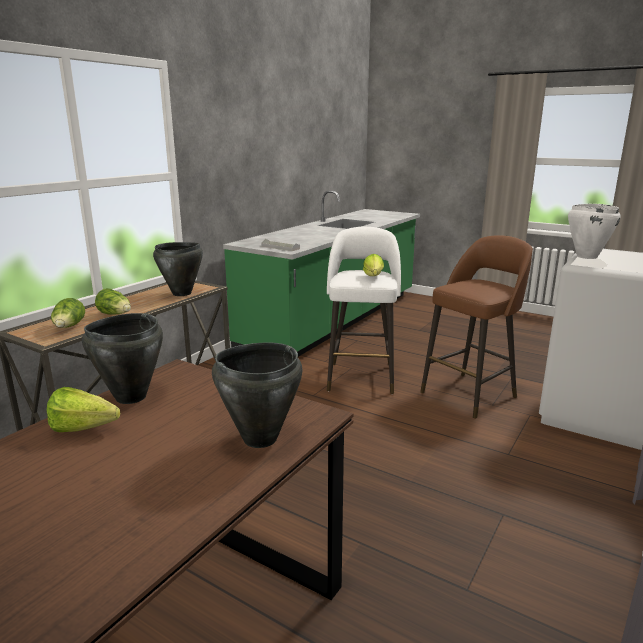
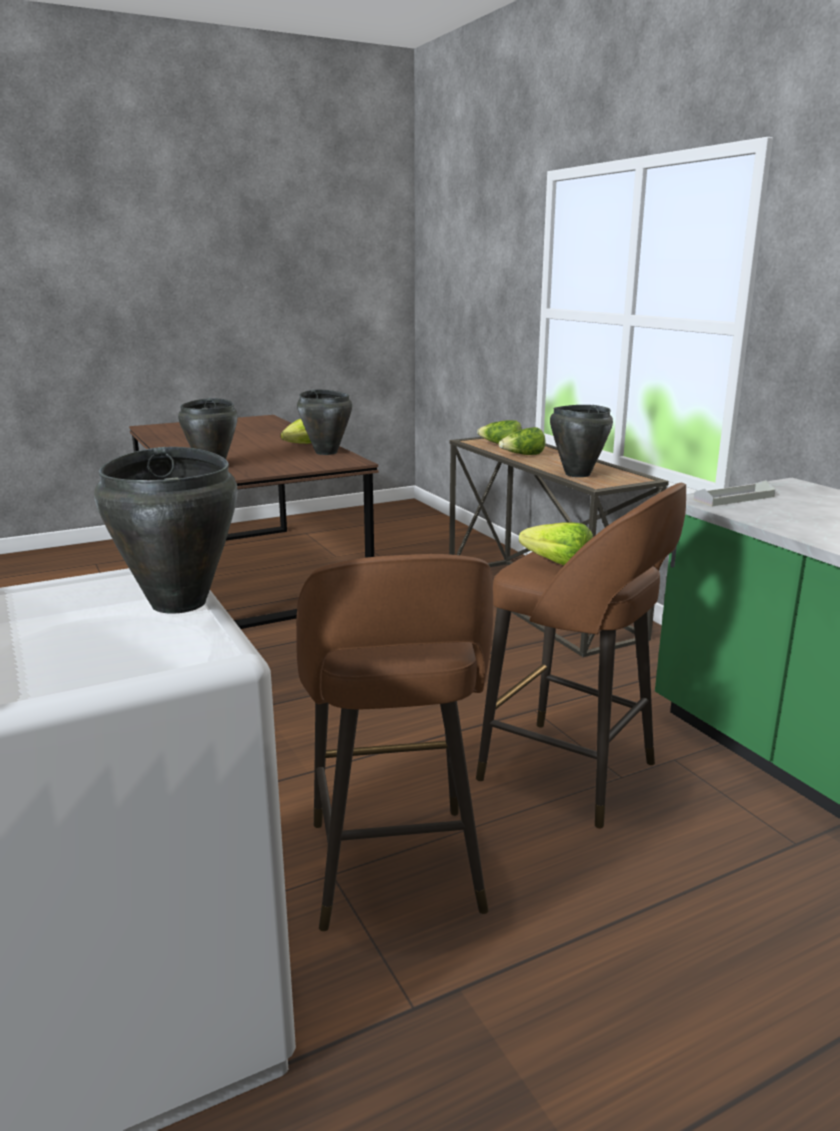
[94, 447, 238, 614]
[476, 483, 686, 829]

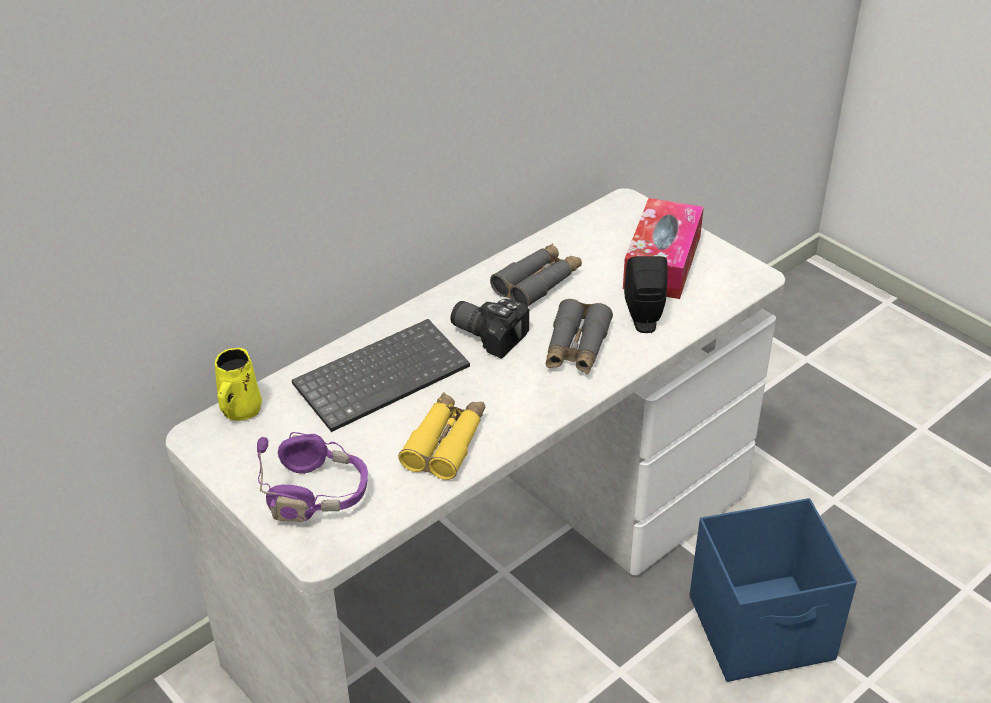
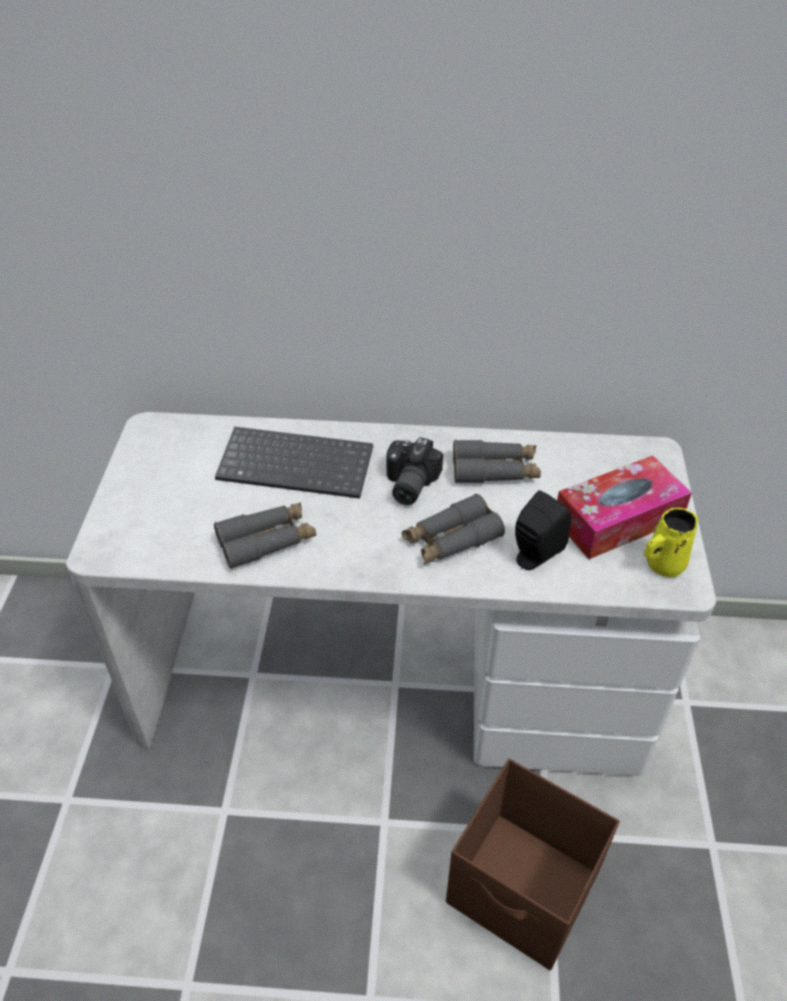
[387, 437, 443, 505]
[644, 508, 698, 577]
[214, 502, 316, 569]
[257, 432, 368, 522] (first image)
[446, 758, 620, 970]

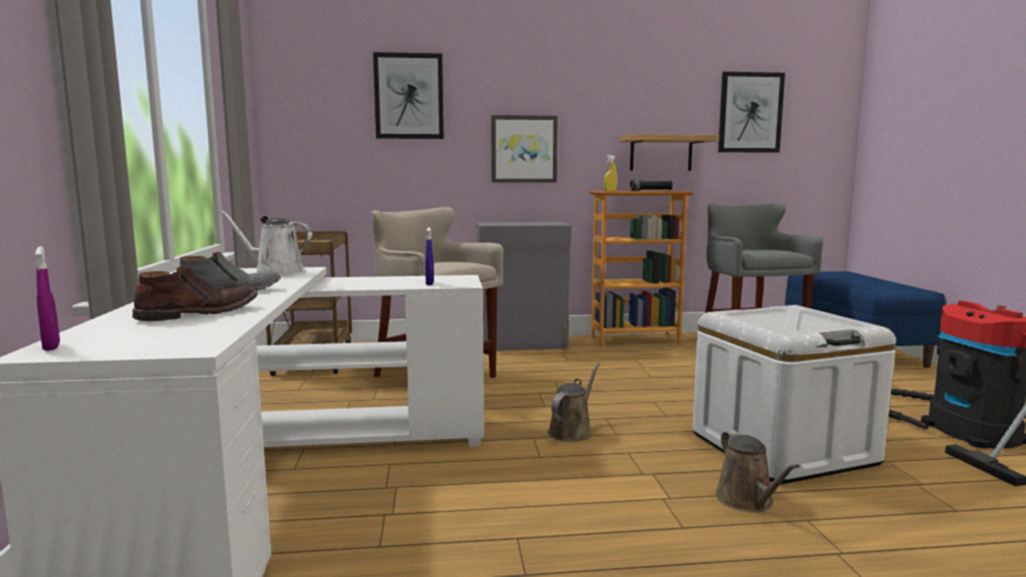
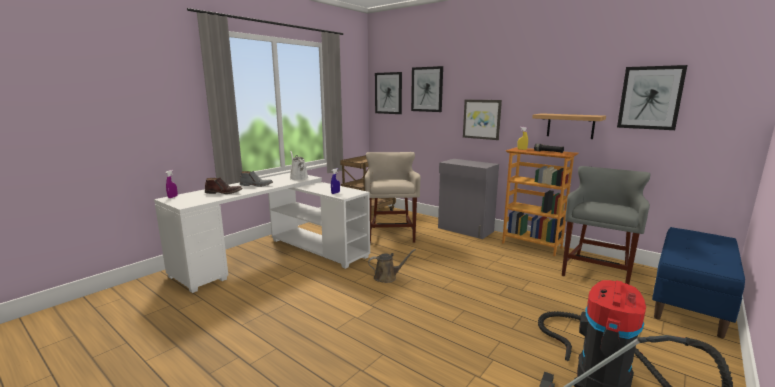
[693, 305, 896, 484] (first image)
[715, 430, 800, 512] (first image)
[375, 72, 402, 114]

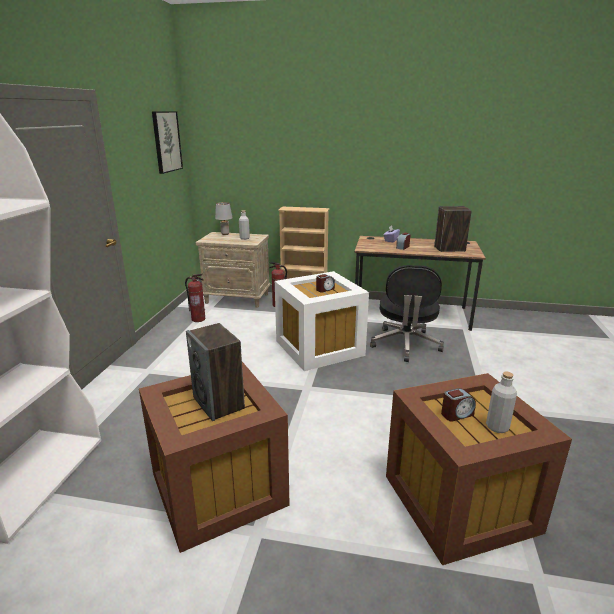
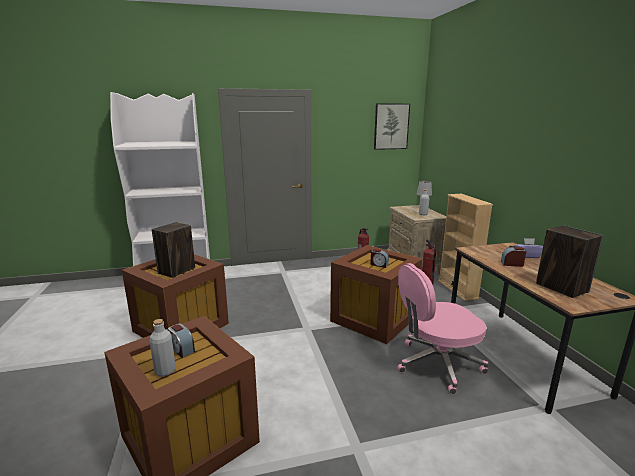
[398, 263, 489, 394]
[330, 245, 423, 344]

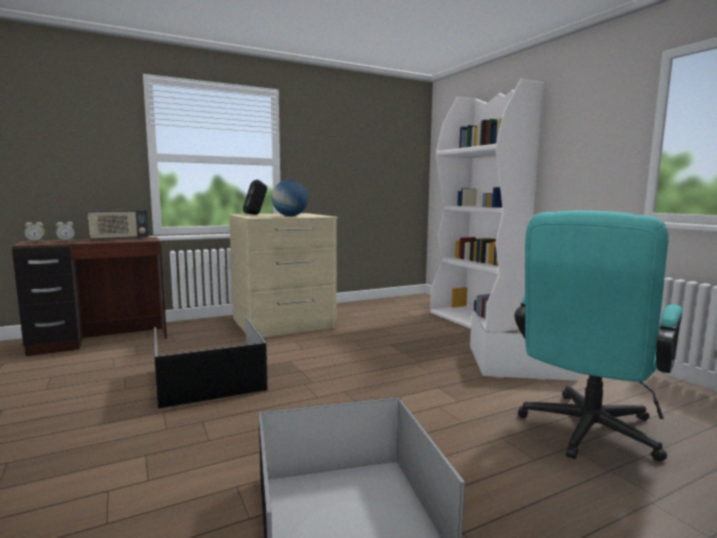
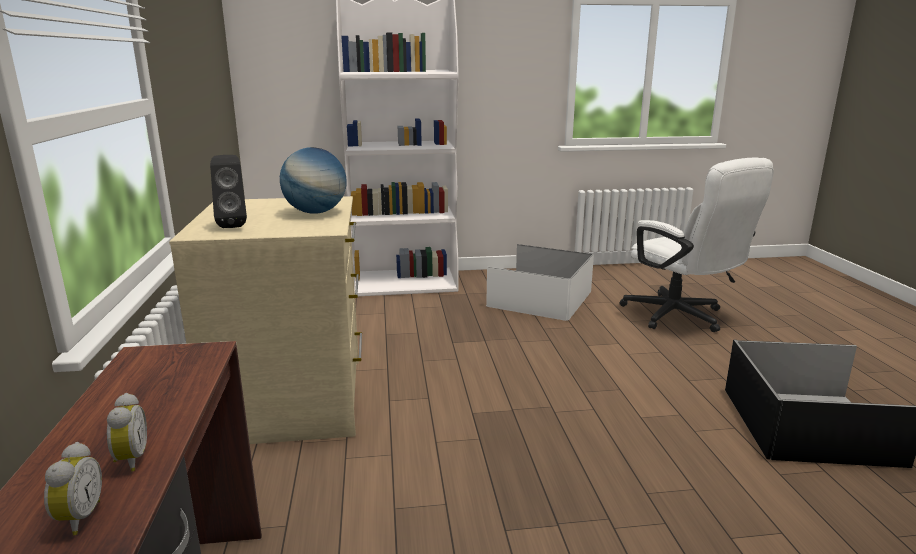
[87, 210, 149, 241] (first image)
[619, 158, 774, 332]
[154, 317, 267, 409] (first image)

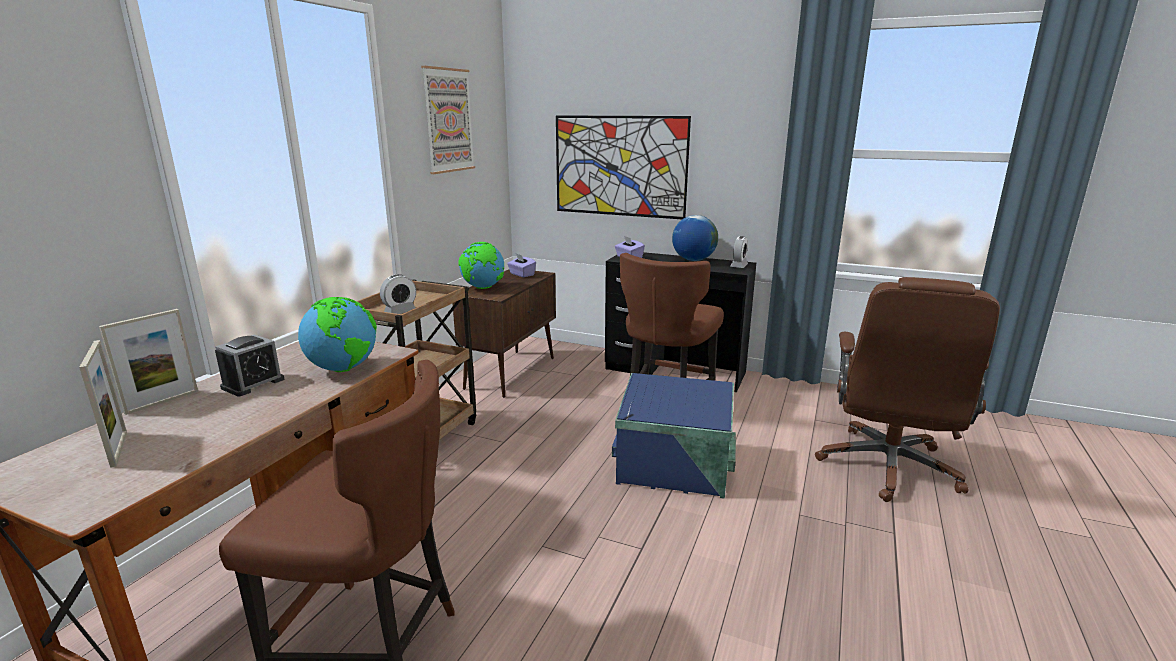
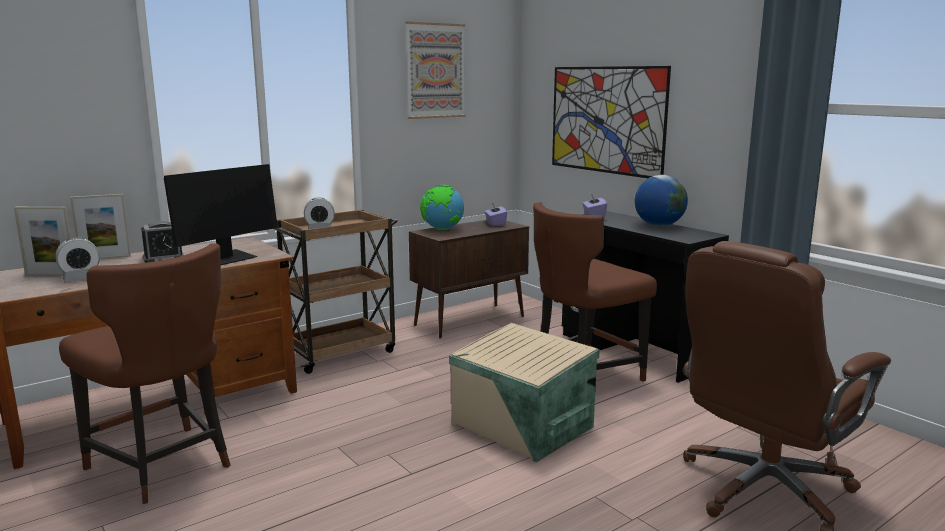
[55, 237, 100, 282]
[164, 164, 278, 265]
[14, 207, 71, 276]
[449, 323, 600, 462]

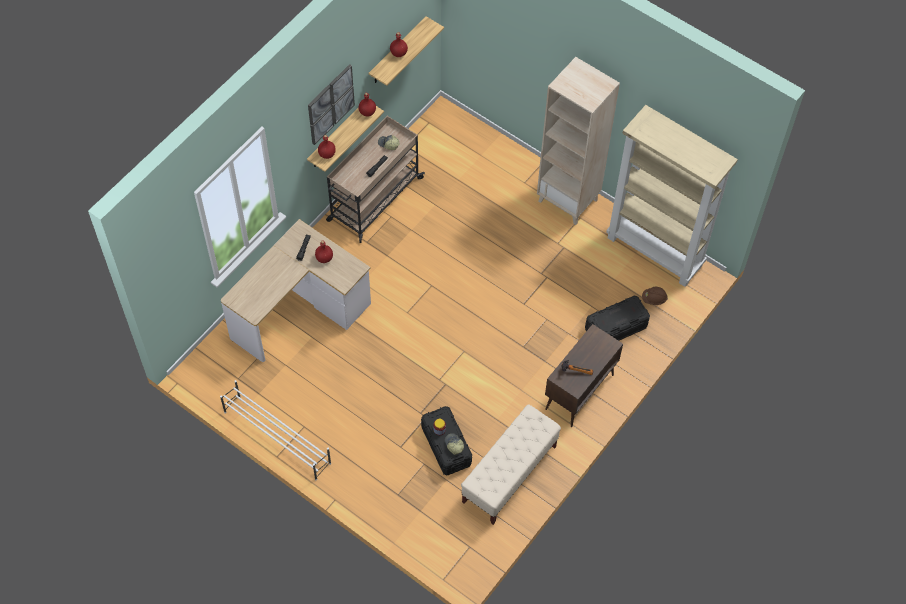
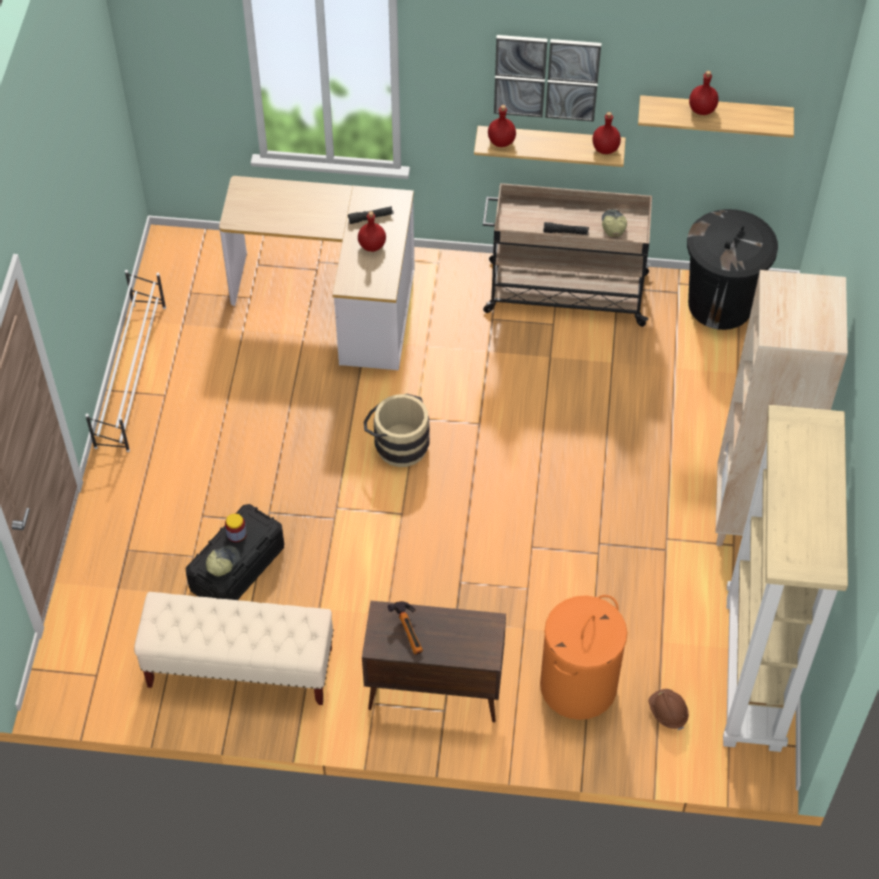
[540, 595, 627, 720]
[687, 209, 778, 330]
[364, 394, 430, 467]

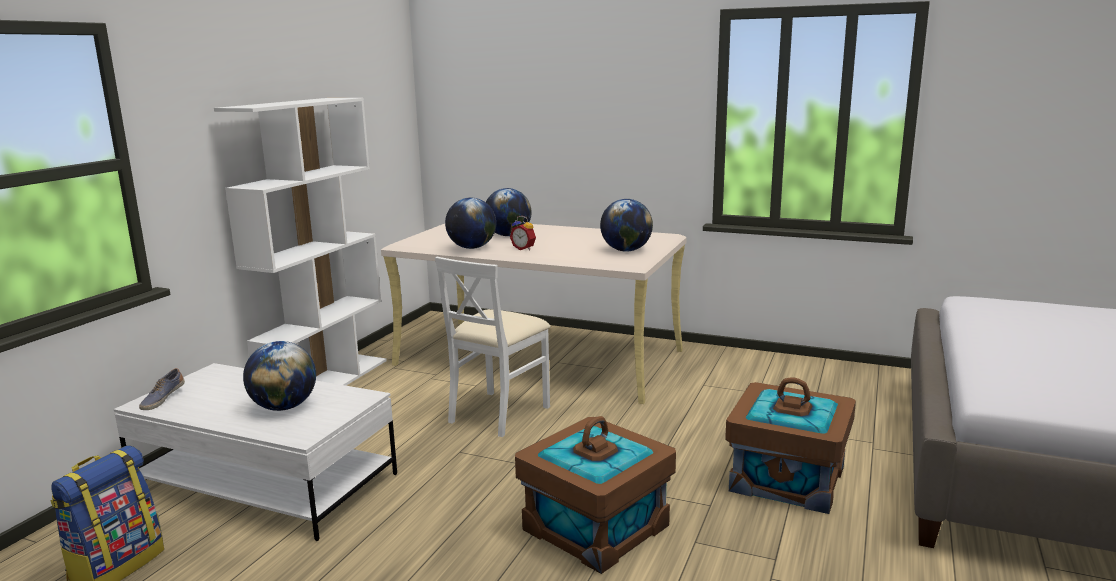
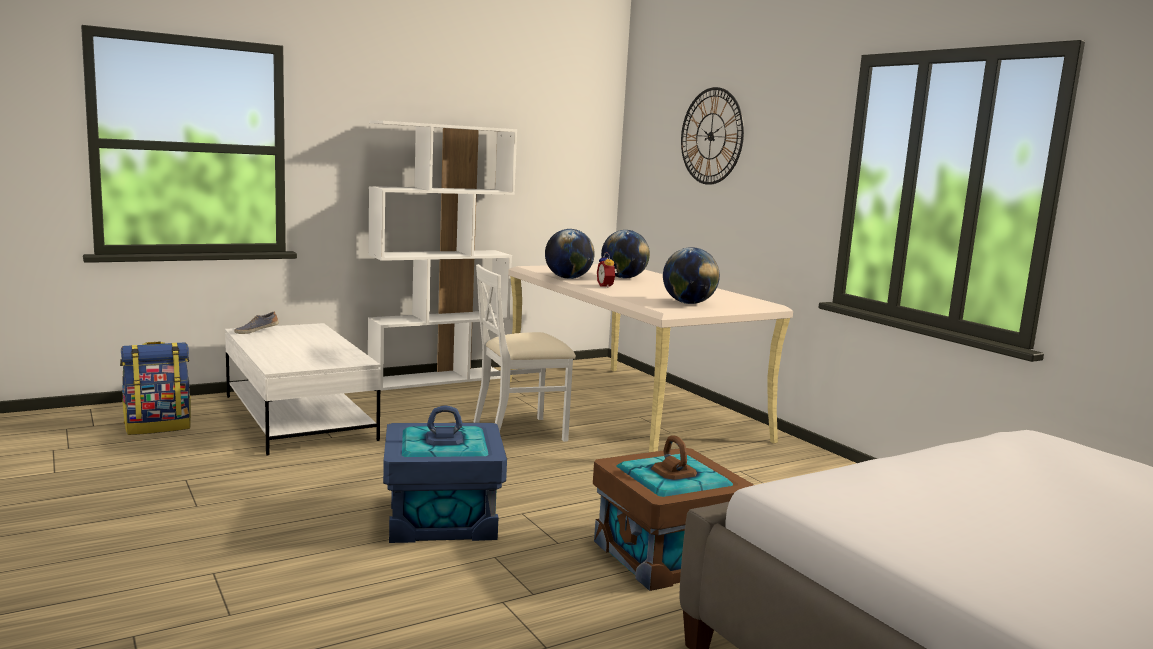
[243, 341, 316, 411] (first image)
[383, 406, 507, 543]
[681, 87, 744, 185]

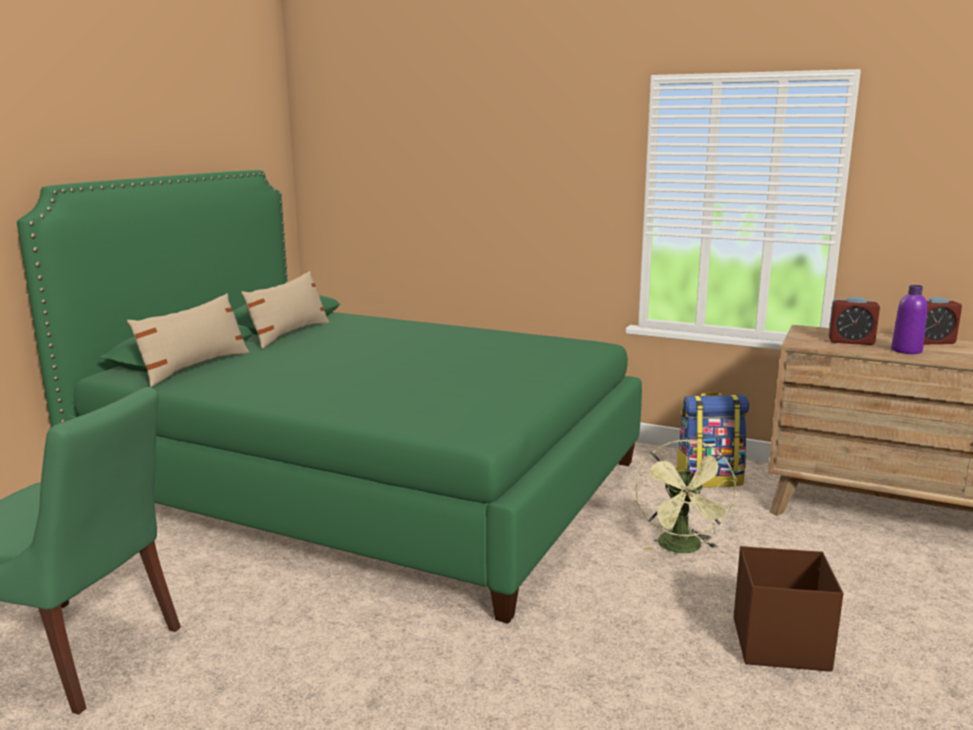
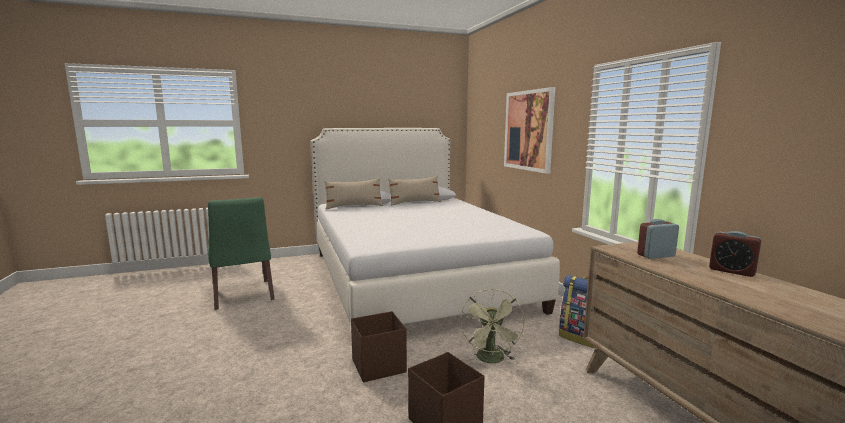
[311, 128, 560, 326]
[891, 285, 928, 354] (first image)
[637, 219, 679, 259]
[460, 289, 525, 364]
[504, 87, 555, 174]
[351, 311, 407, 382]

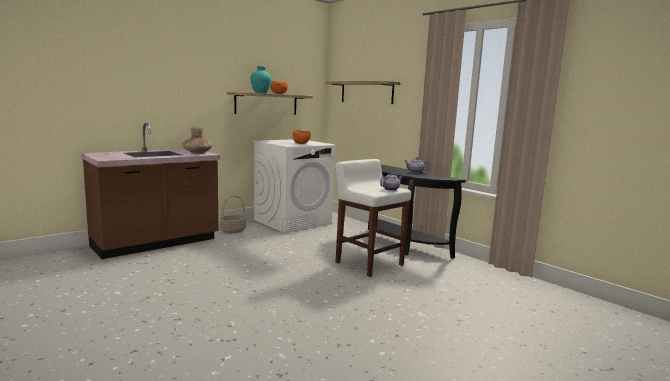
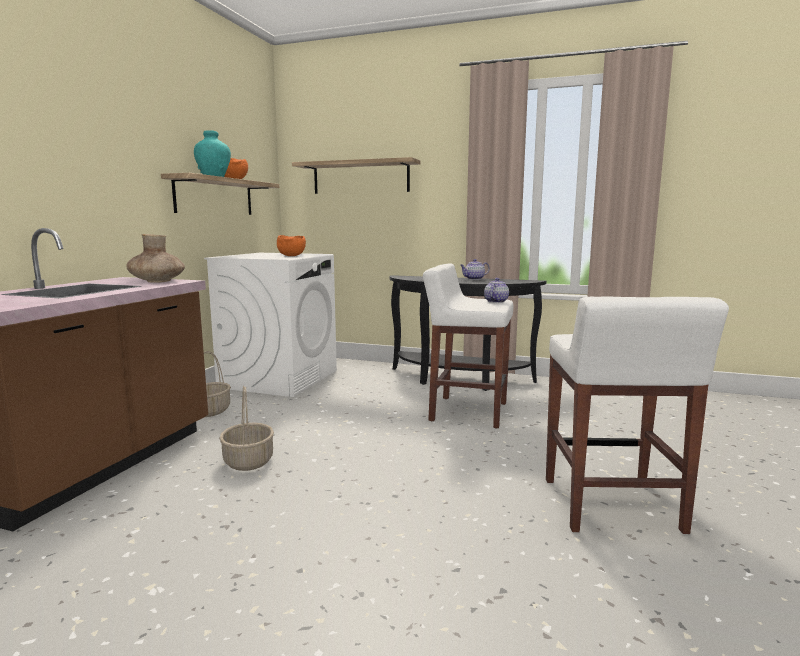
[546, 297, 729, 534]
[219, 386, 274, 471]

